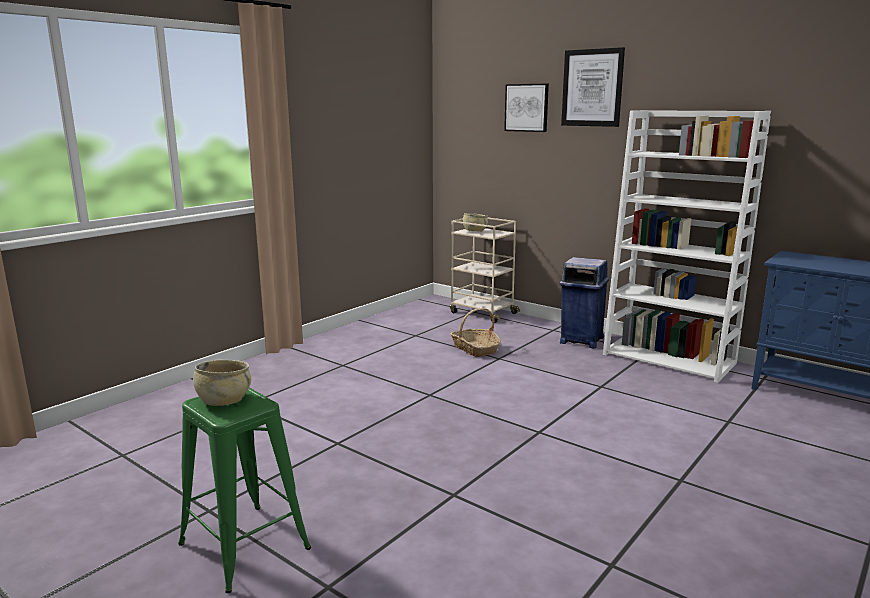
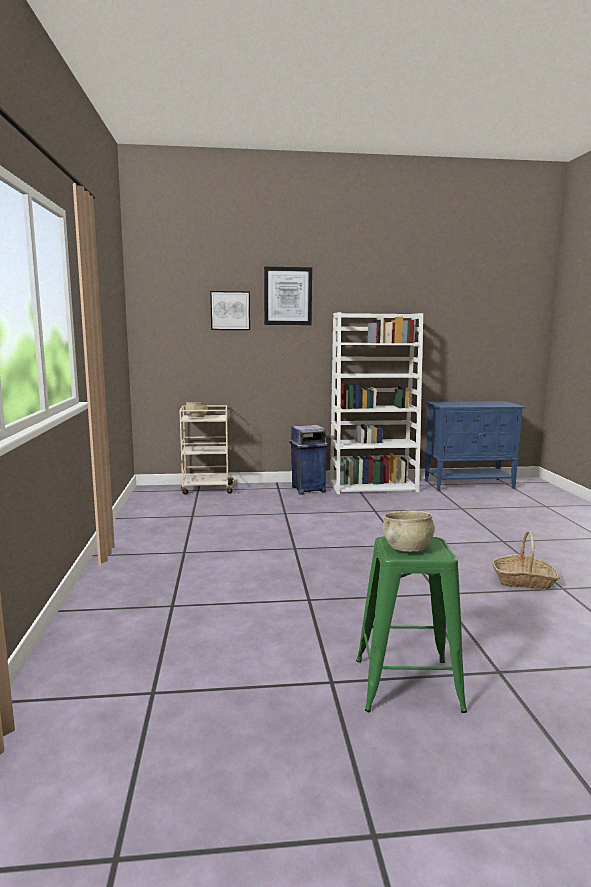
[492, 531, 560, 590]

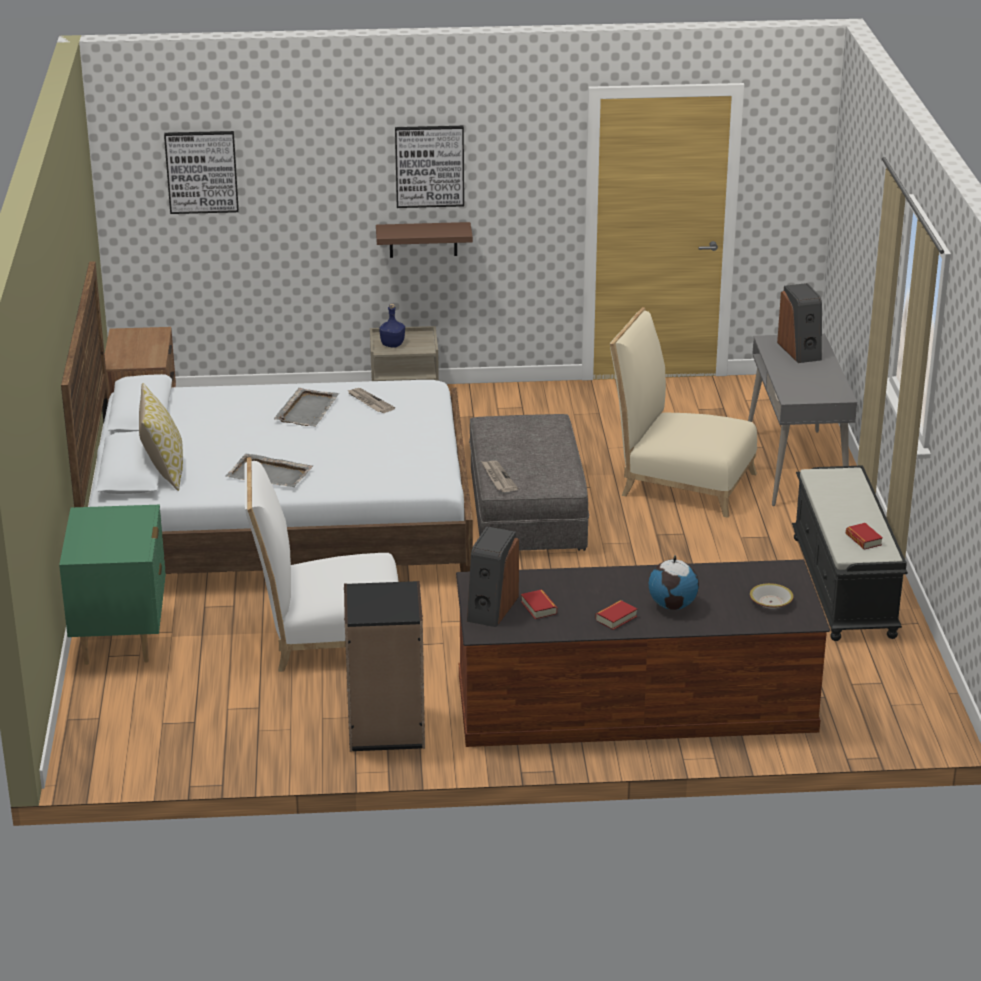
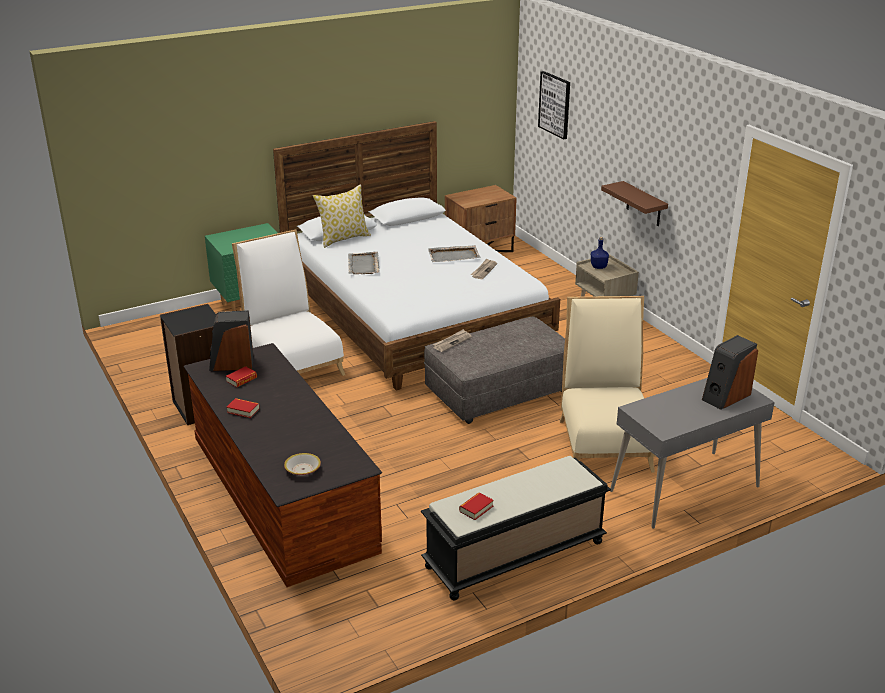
[395, 126, 464, 208] (first image)
[649, 555, 699, 610] (first image)

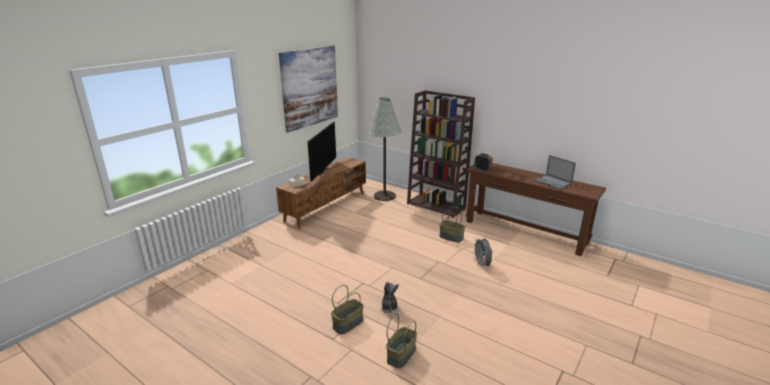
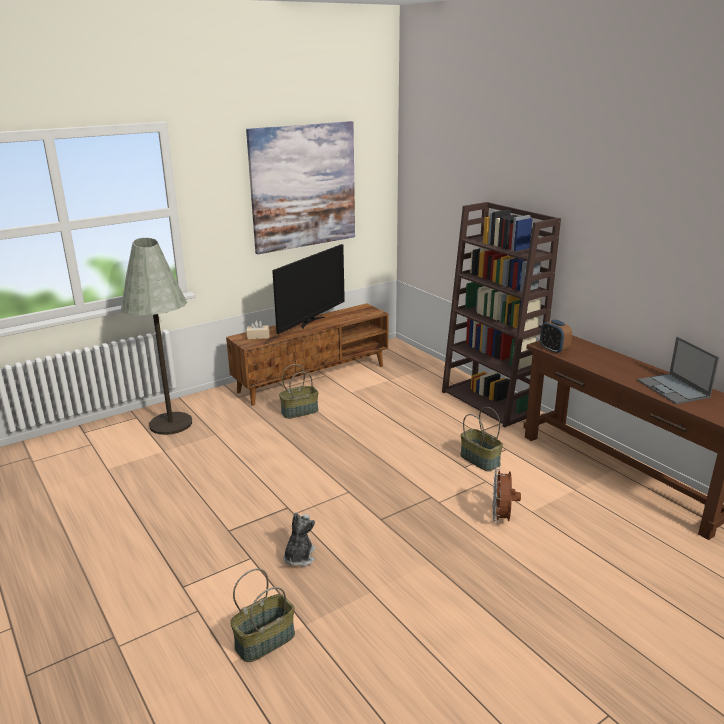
[121, 238, 192, 435]
[493, 467, 521, 524]
[279, 364, 319, 419]

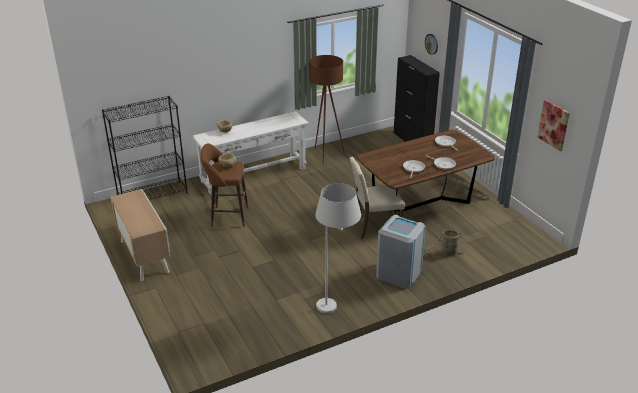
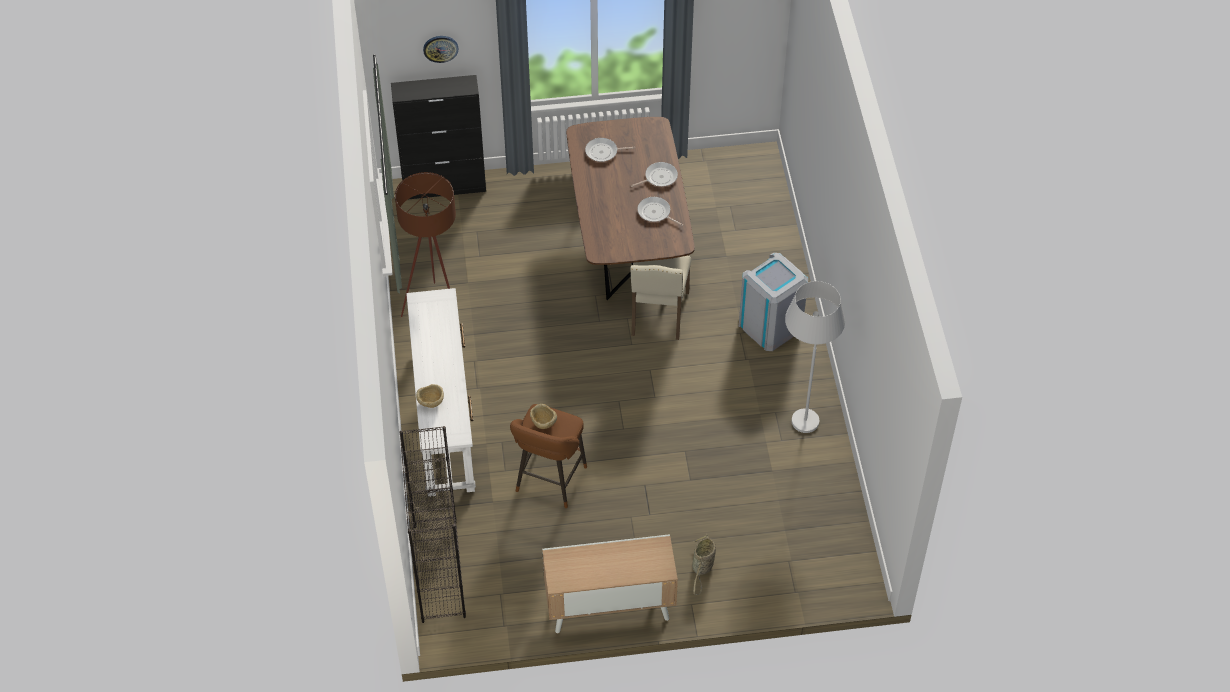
[538, 100, 570, 151] (first image)
[692, 534, 716, 595]

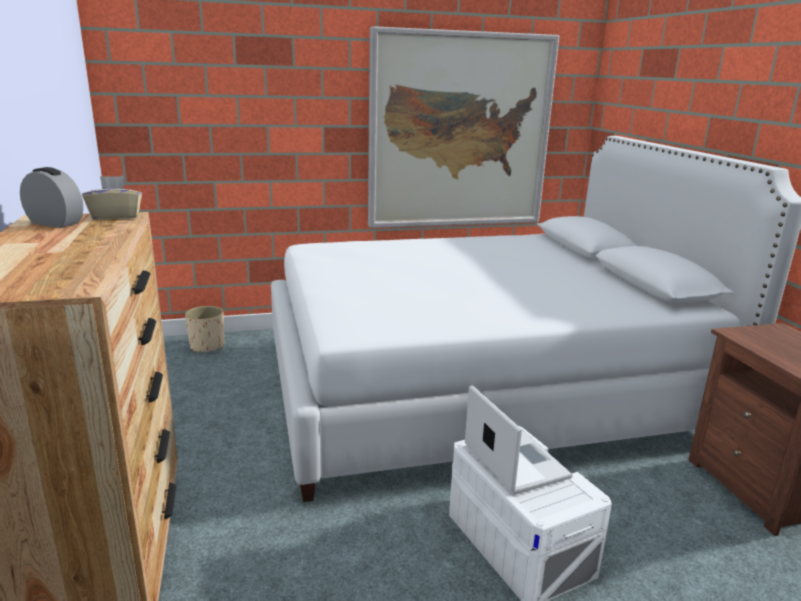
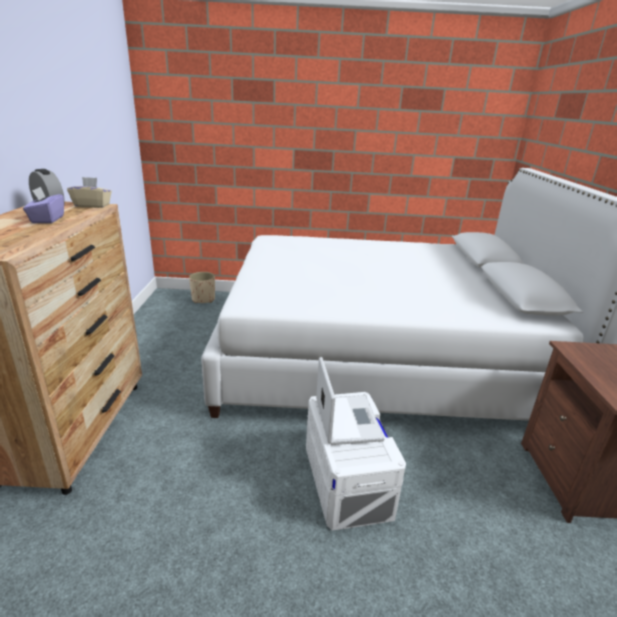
[368, 26, 559, 228] (first image)
[23, 187, 64, 223]

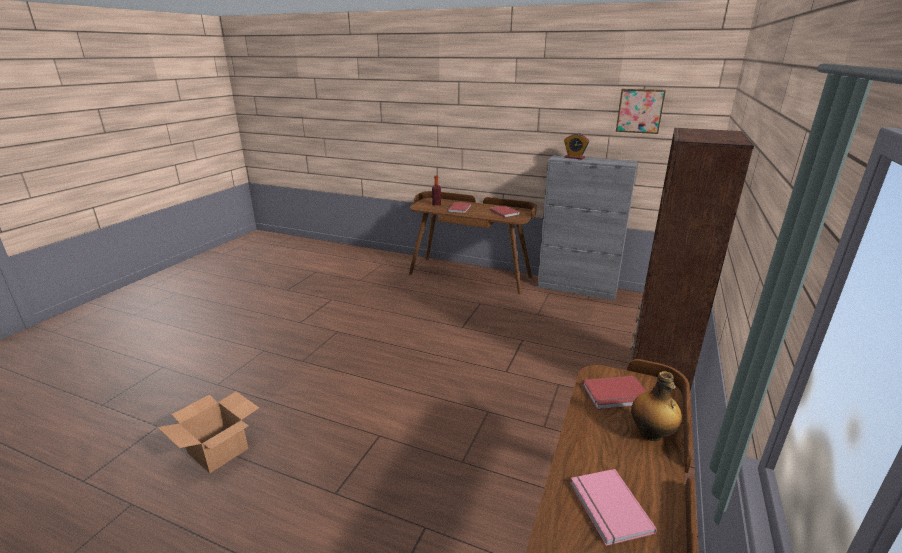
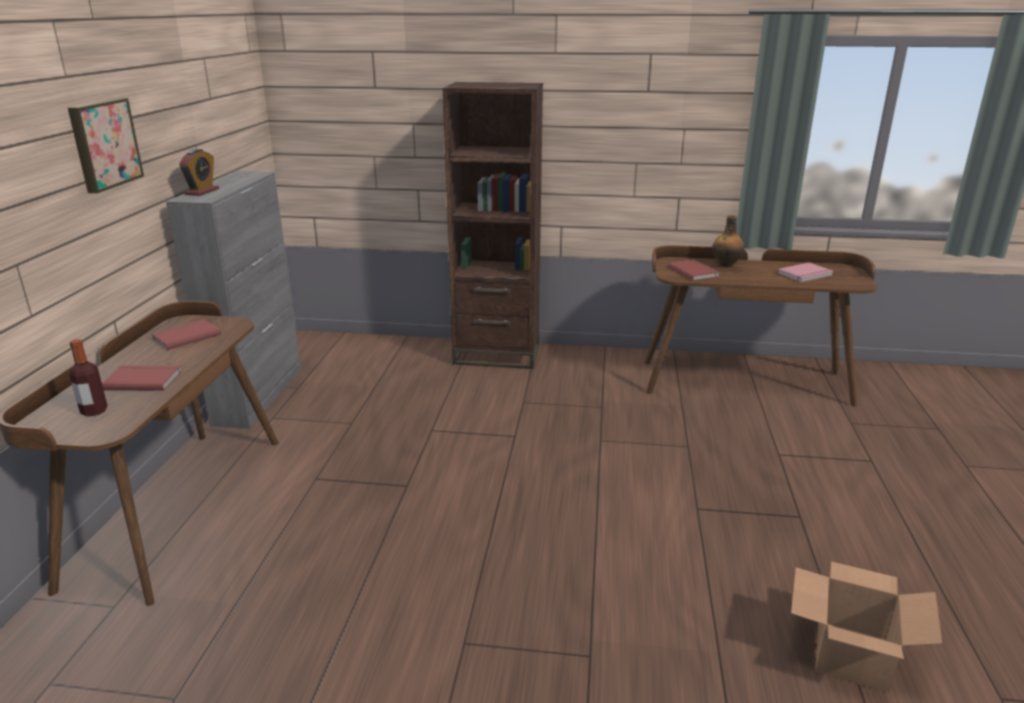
[68, 98, 144, 193]

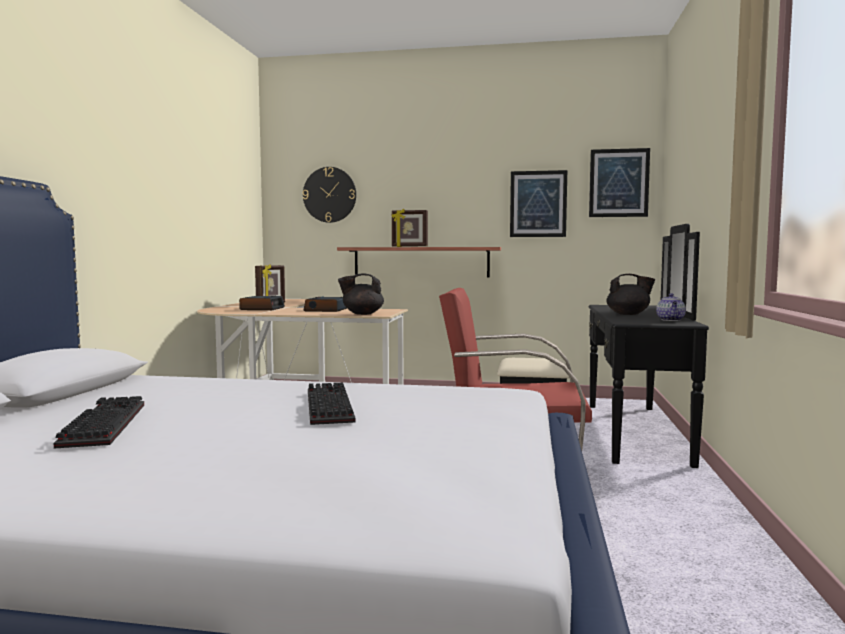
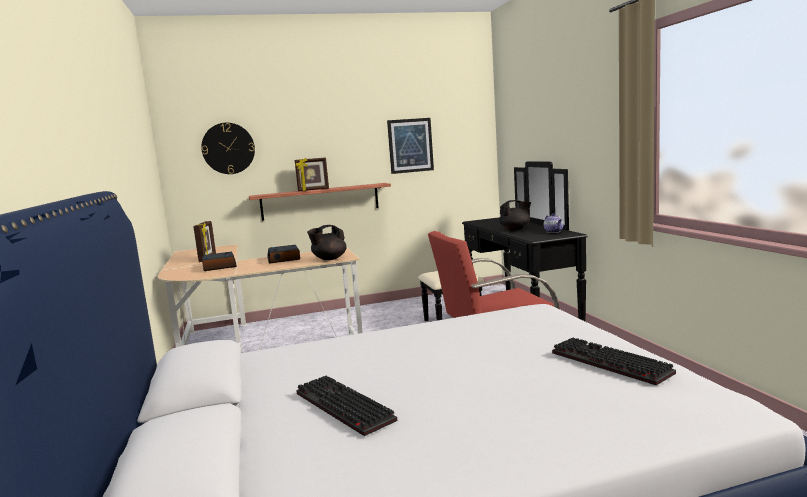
[589, 148, 650, 217] (first image)
[552, 338, 676, 385]

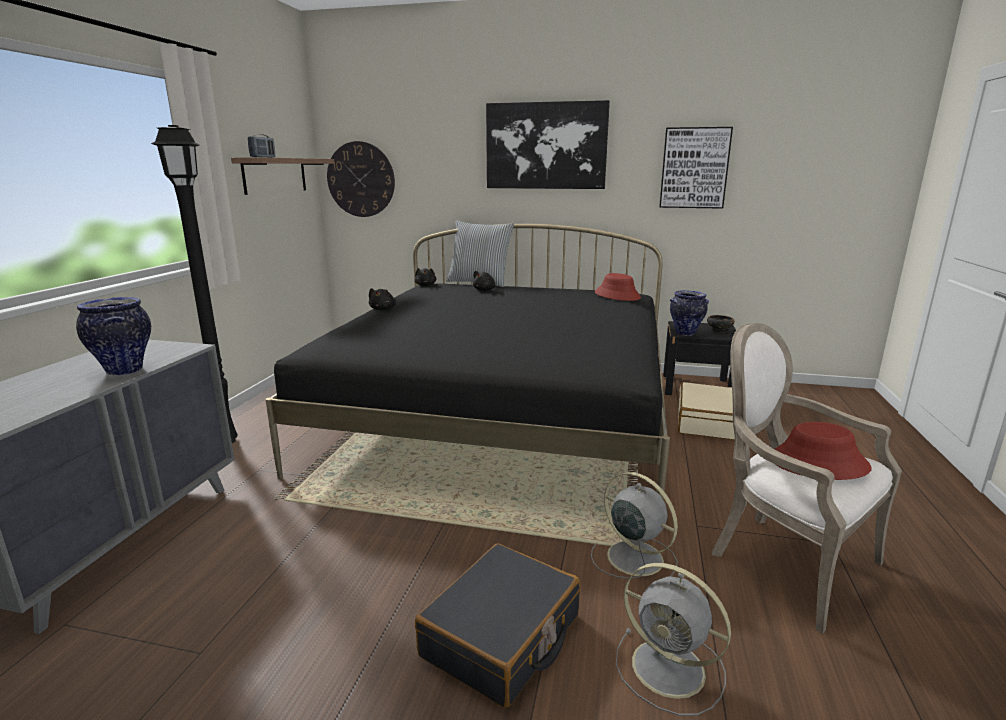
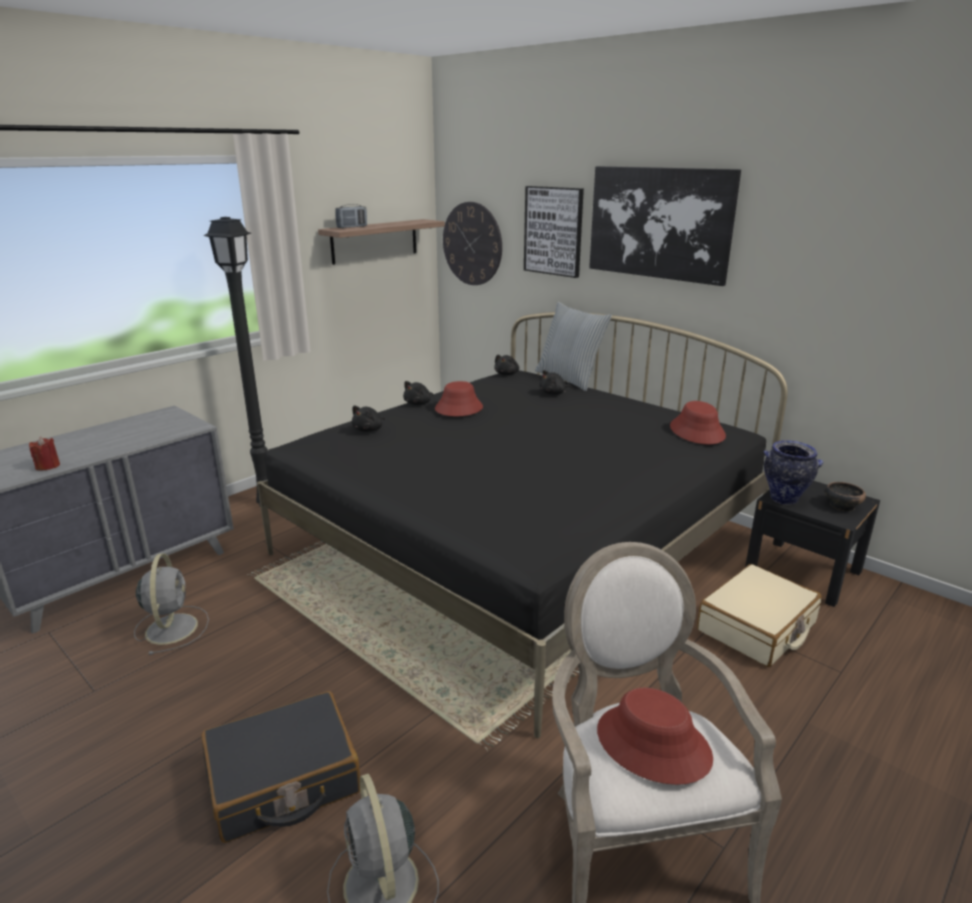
[524, 186, 584, 278]
[76, 297, 151, 376] (first image)
[134, 553, 209, 655]
[435, 381, 483, 416]
[352, 405, 385, 432]
[29, 437, 60, 470]

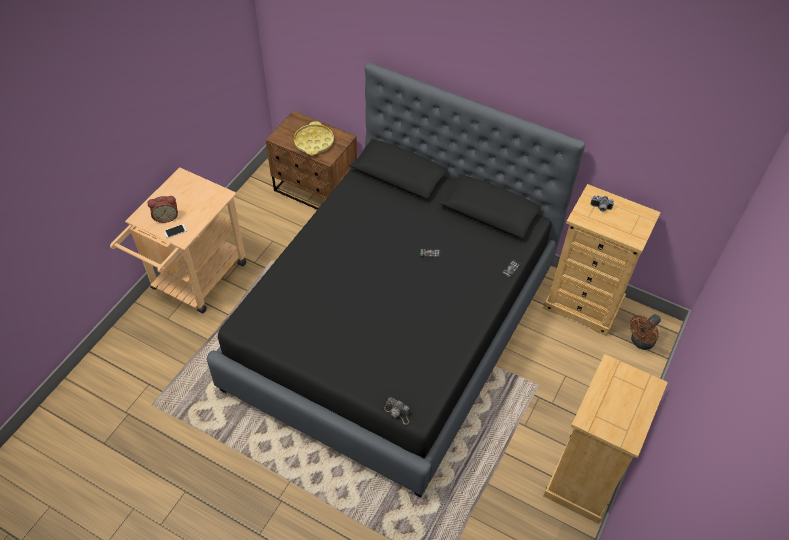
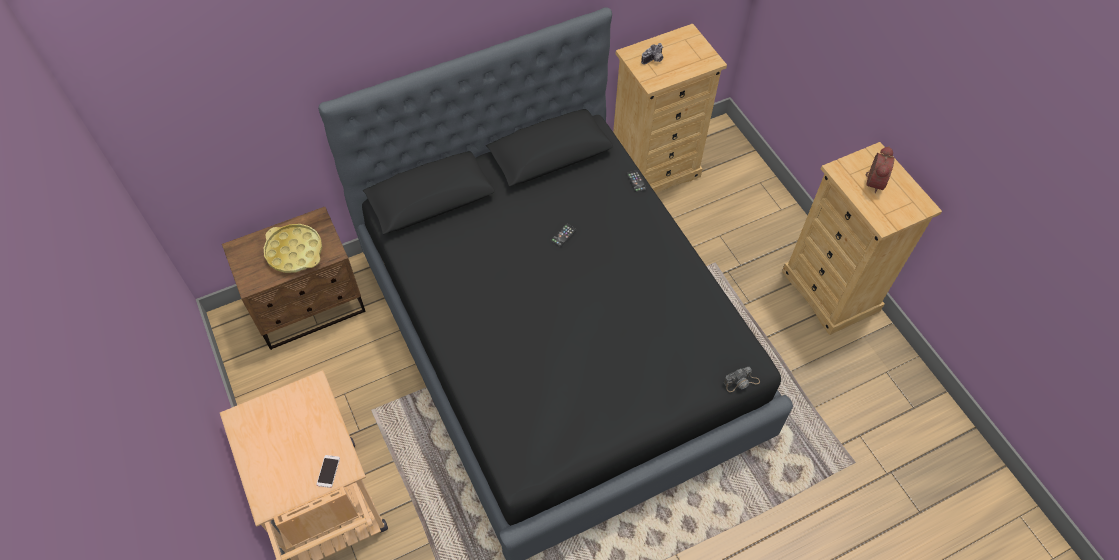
[866, 146, 894, 193]
[629, 314, 661, 350] (first image)

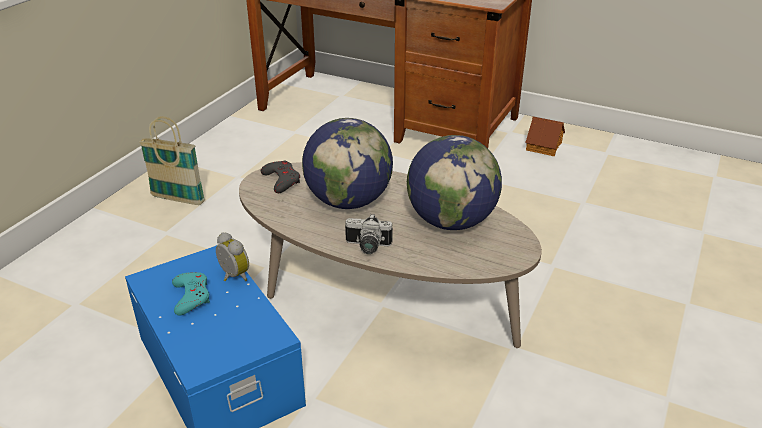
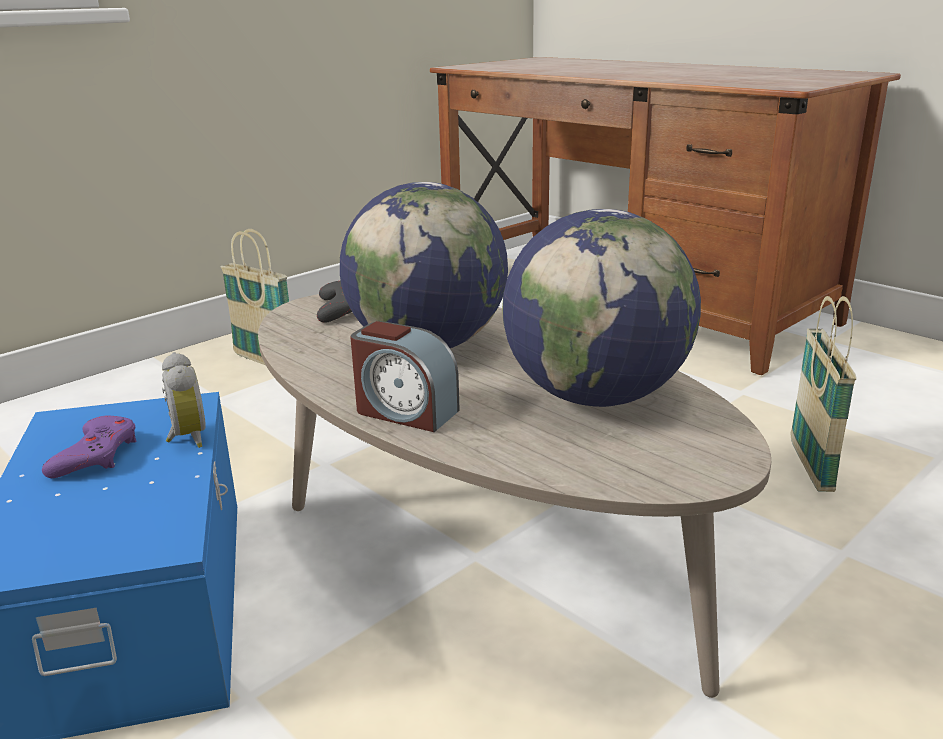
[525, 117, 565, 156] (first image)
[350, 321, 460, 432]
[42, 416, 136, 478]
[791, 296, 857, 492]

